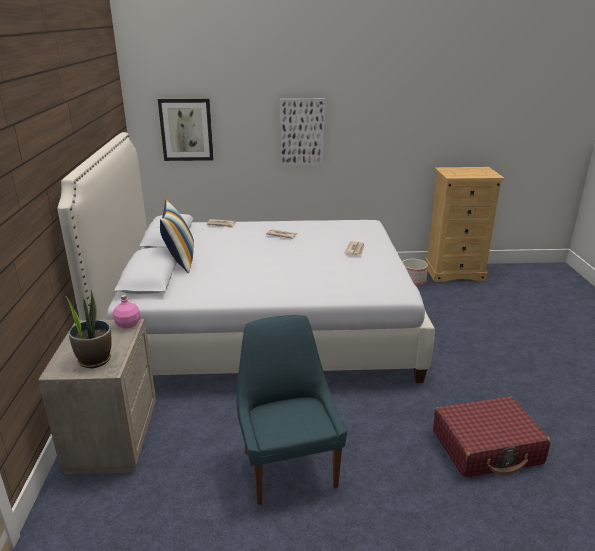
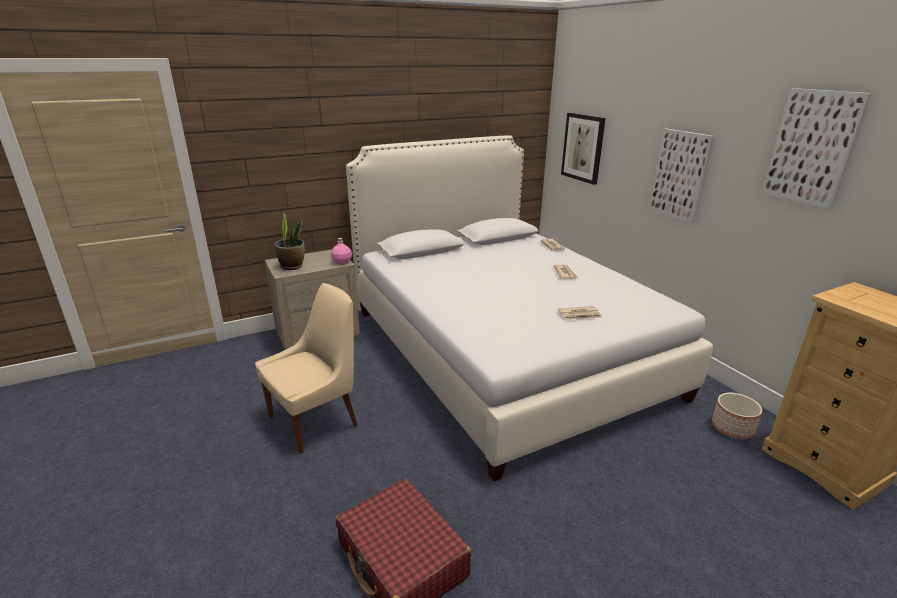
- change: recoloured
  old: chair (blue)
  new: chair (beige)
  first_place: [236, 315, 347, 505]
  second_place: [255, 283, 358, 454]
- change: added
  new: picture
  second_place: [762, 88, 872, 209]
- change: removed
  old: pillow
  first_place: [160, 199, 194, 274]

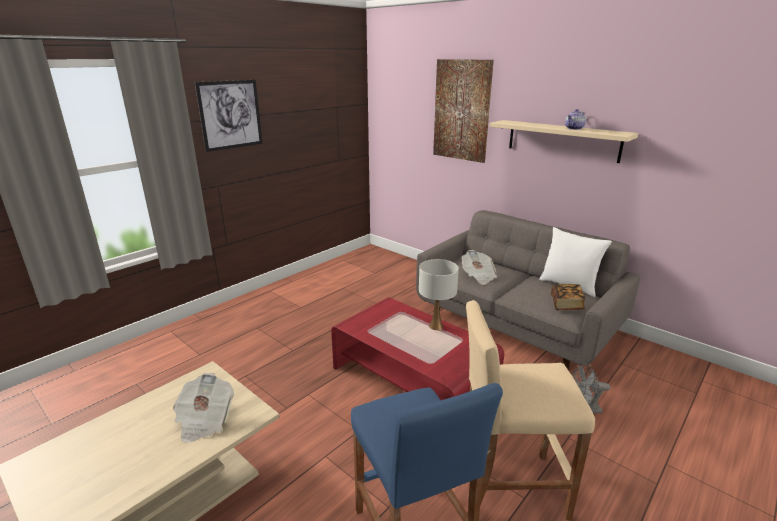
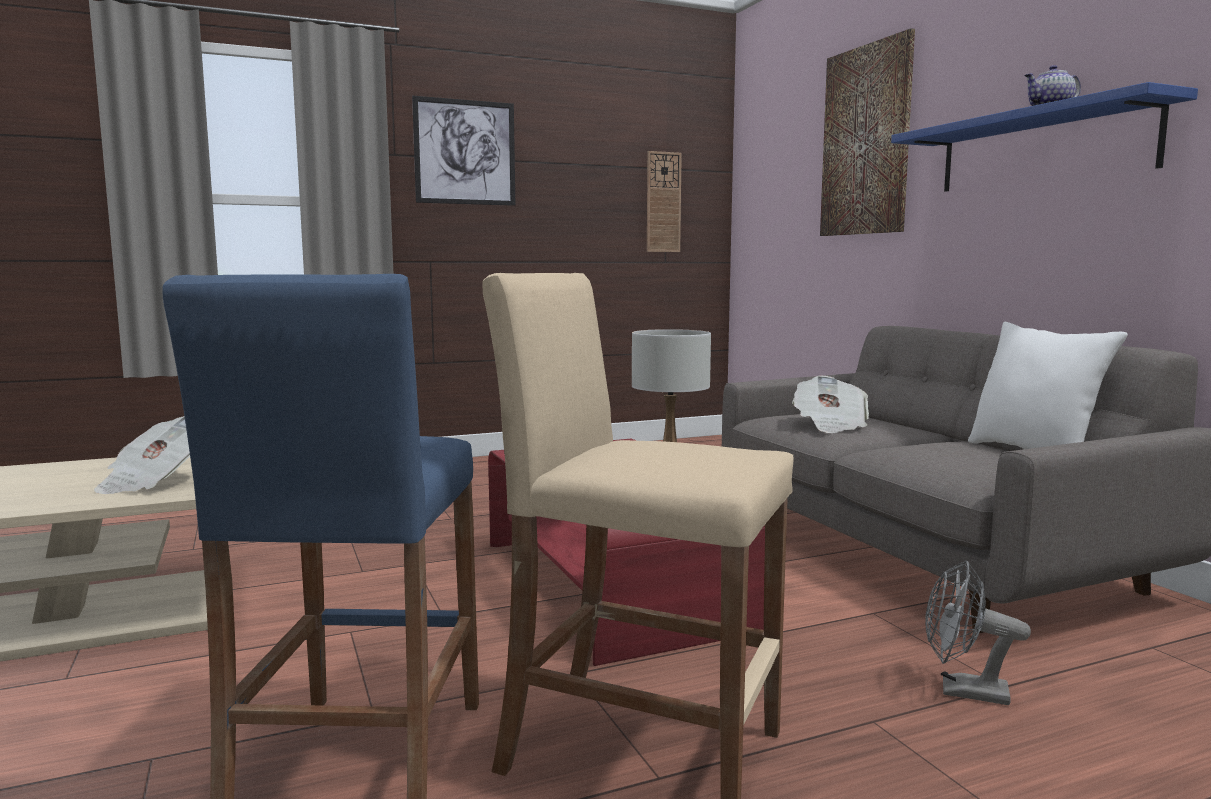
- change: added
  new: wall clock
  second_place: [647, 151, 682, 252]
- change: recoloured
  old: shelf (beige)
  new: shelf (blue)
  first_place: [489, 120, 639, 163]
  second_place: [891, 82, 1198, 192]
- change: removed
  old: book
  first_place: [551, 284, 586, 311]

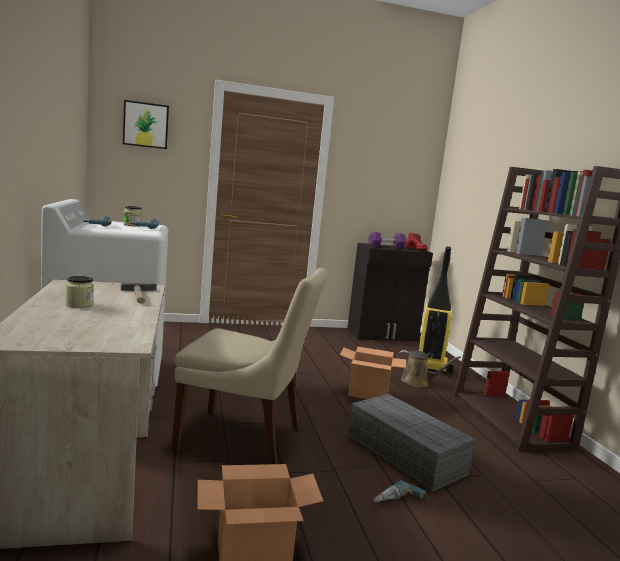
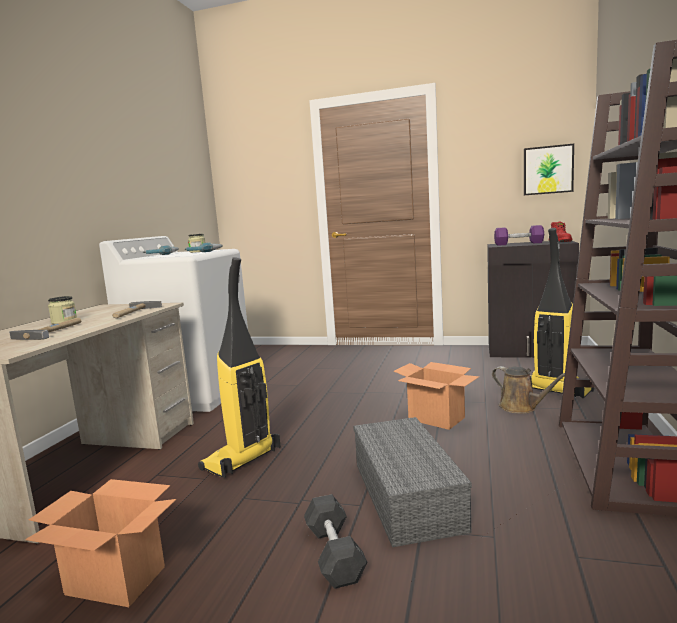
- change: added
  new: hammer
  second_place: [9, 318, 81, 340]
- change: replaced
  old: chair (beige)
  new: vacuum cleaner
  first_place: [171, 268, 328, 464]
  second_place: [198, 257, 281, 478]
- change: replaced
  old: power drill
  new: dumbbell (grey)
  first_place: [374, 480, 429, 503]
  second_place: [304, 494, 368, 589]
- change: moved
  old: picture
  first_place: [123, 100, 169, 149]
  second_place: [524, 144, 574, 195]

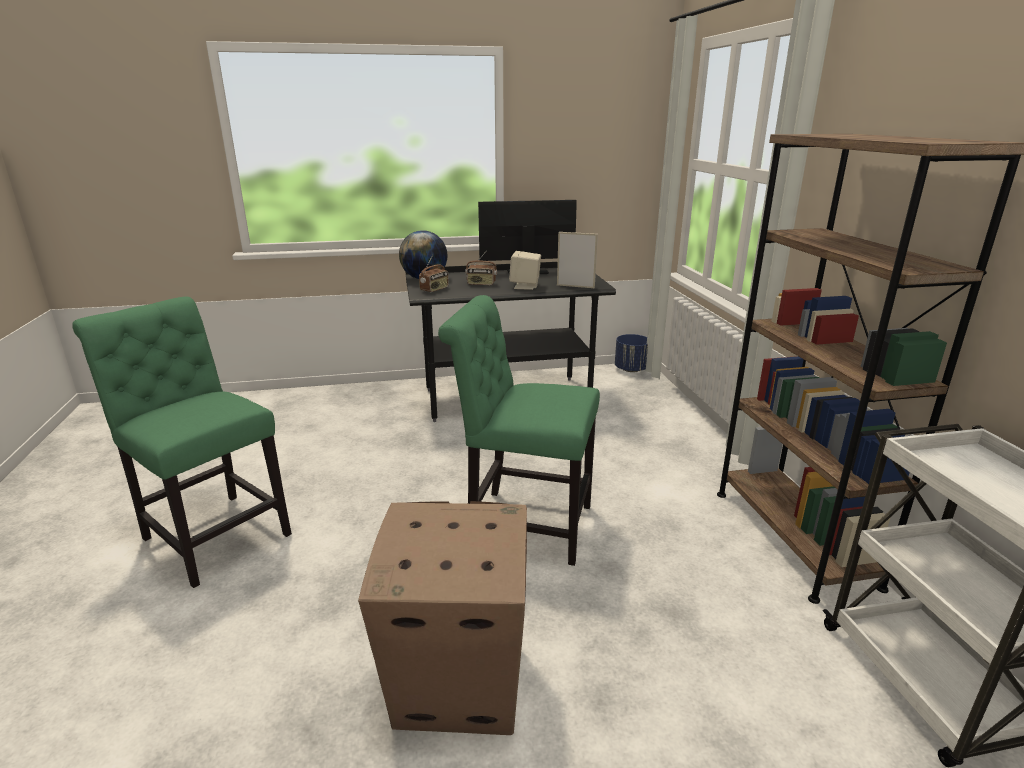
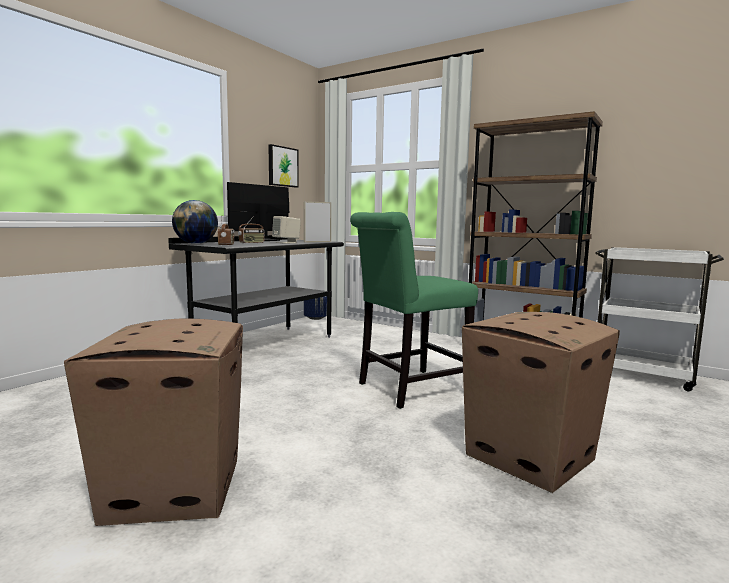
- change: replaced
  old: chair (green)
  new: cardboard box
  first_place: [72, 296, 292, 588]
  second_place: [64, 318, 243, 526]
- change: added
  new: picture
  second_place: [268, 144, 299, 187]

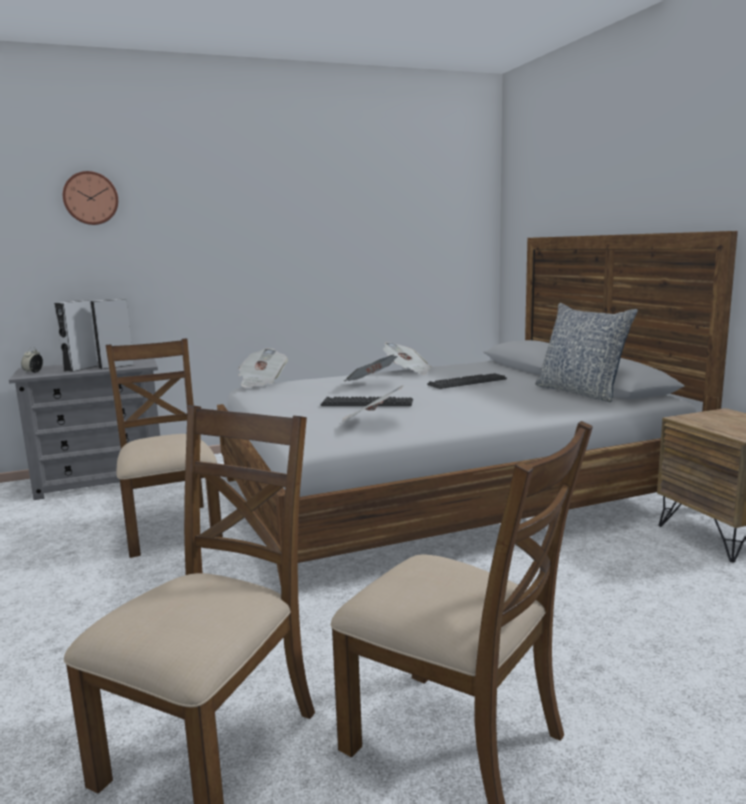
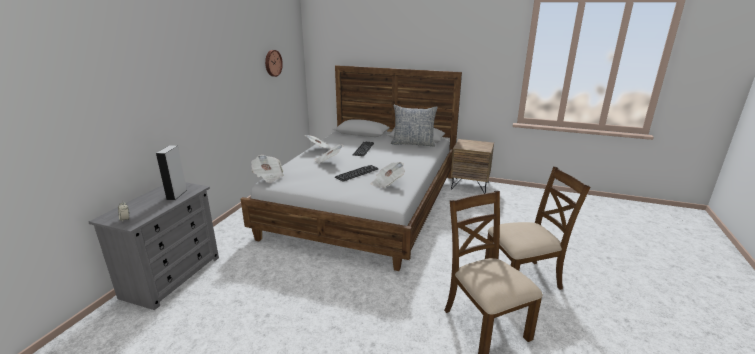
- change: moved
  old: wall clock
  first_place: [63, 171, 118, 225]
  second_place: [265, 50, 283, 77]
- change: removed
  old: speaker (grey)
  first_place: [54, 300, 98, 372]
- change: removed
  old: chair (brown)
  first_place: [106, 338, 223, 558]

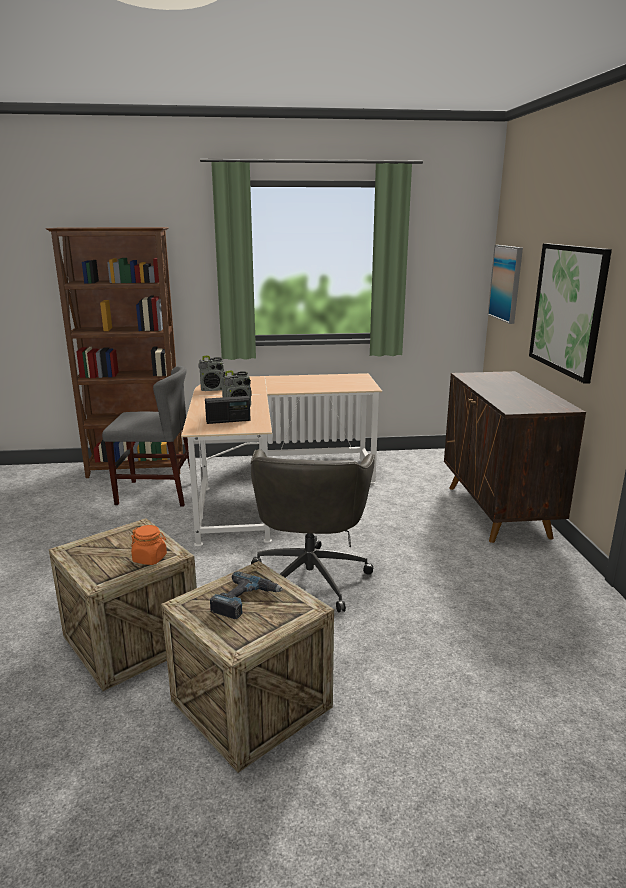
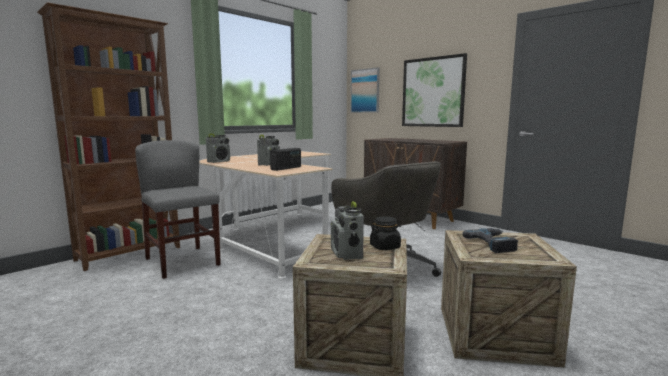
- change: turned
  old: chair (grey)
  first_place: [102, 366, 190, 507]
  second_place: [135, 140, 221, 279]
  degrees: -90
- change: added
  new: radio
  second_place: [331, 201, 364, 260]
- change: recoloured
  old: jar (orange)
  new: jar (black)
  first_place: [131, 525, 167, 565]
  second_place: [370, 216, 401, 250]

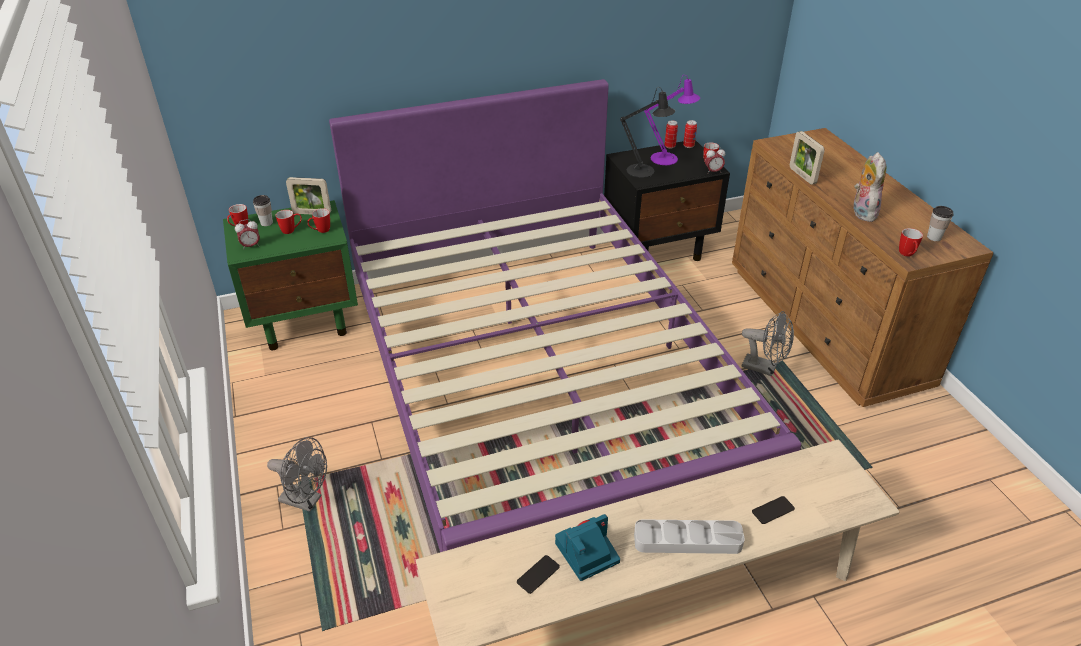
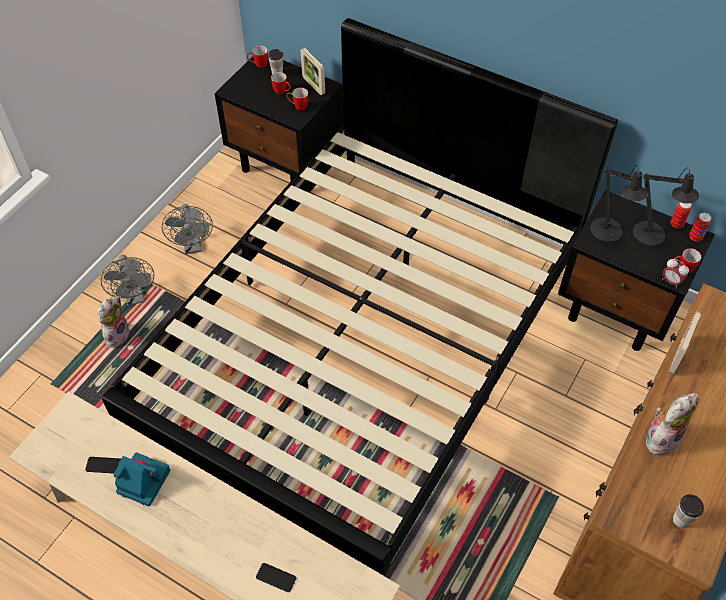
- change: added
  new: plush toy
  second_place: [98, 296, 130, 349]
- change: recoloured
  old: bed (purple)
  new: bed (black)
  first_place: [329, 79, 801, 552]
  second_place: [102, 18, 618, 576]
- change: moved
  old: fan (grey)
  first_place: [742, 311, 794, 376]
  second_place: [161, 204, 213, 254]
- change: recoloured
  old: nightstand (green)
  new: nightstand (black)
  first_place: [223, 200, 358, 350]
  second_place: [215, 56, 343, 181]
- change: recoloured
  old: table lamp (purple)
  new: table lamp (black)
  first_place: [644, 76, 700, 165]
  second_place: [633, 168, 700, 246]
- change: removed
  old: alarm clock
  first_place: [235, 219, 260, 250]
- change: removed
  old: tray (grey)
  first_place: [634, 519, 745, 554]
- change: removed
  old: mug
  first_place: [899, 228, 923, 257]

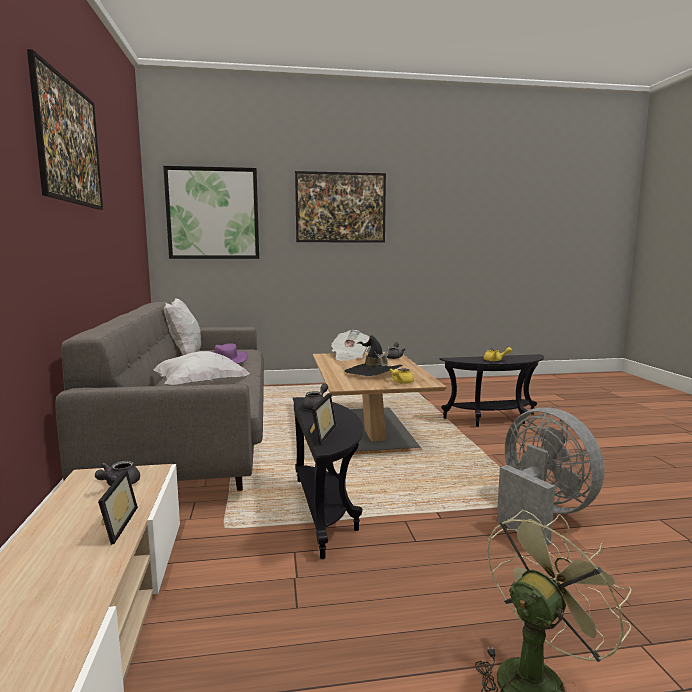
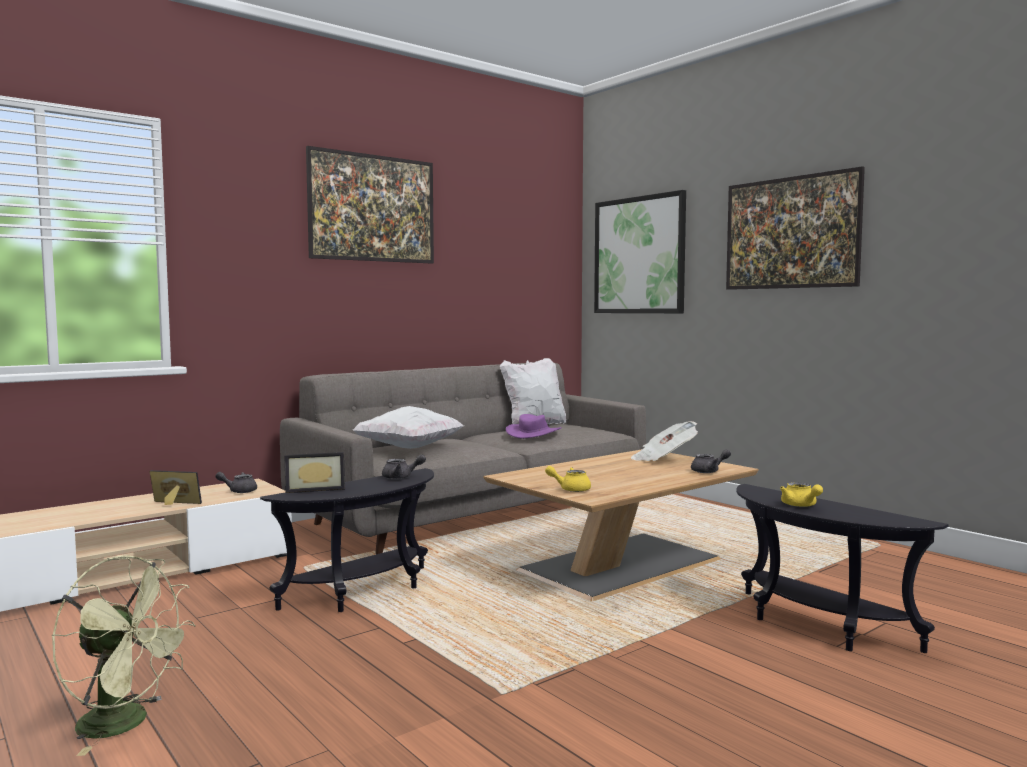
- change: turned
  old: picture frame
  first_place: [98, 470, 138, 545]
  second_place: [150, 470, 202, 505]
  degrees: -135
- change: removed
  old: hat (black)
  first_place: [344, 335, 403, 376]
- change: removed
  old: fan (grey)
  first_place: [497, 407, 604, 546]

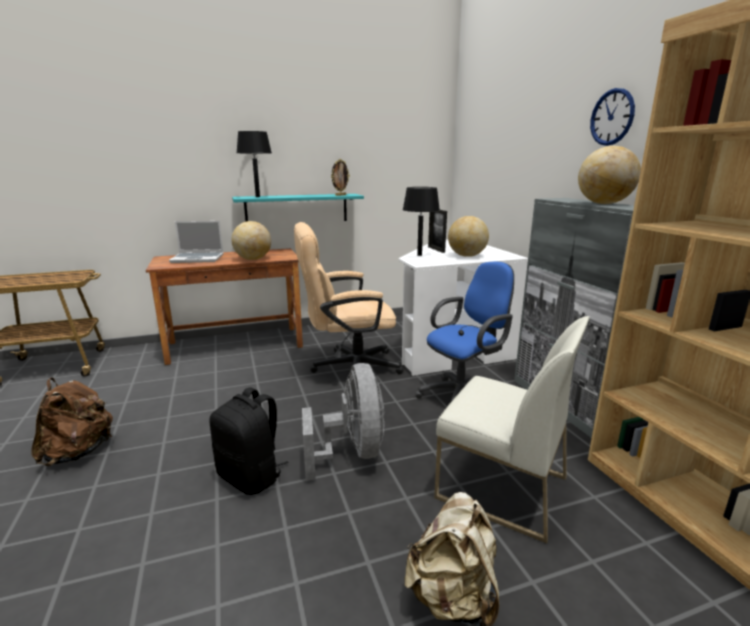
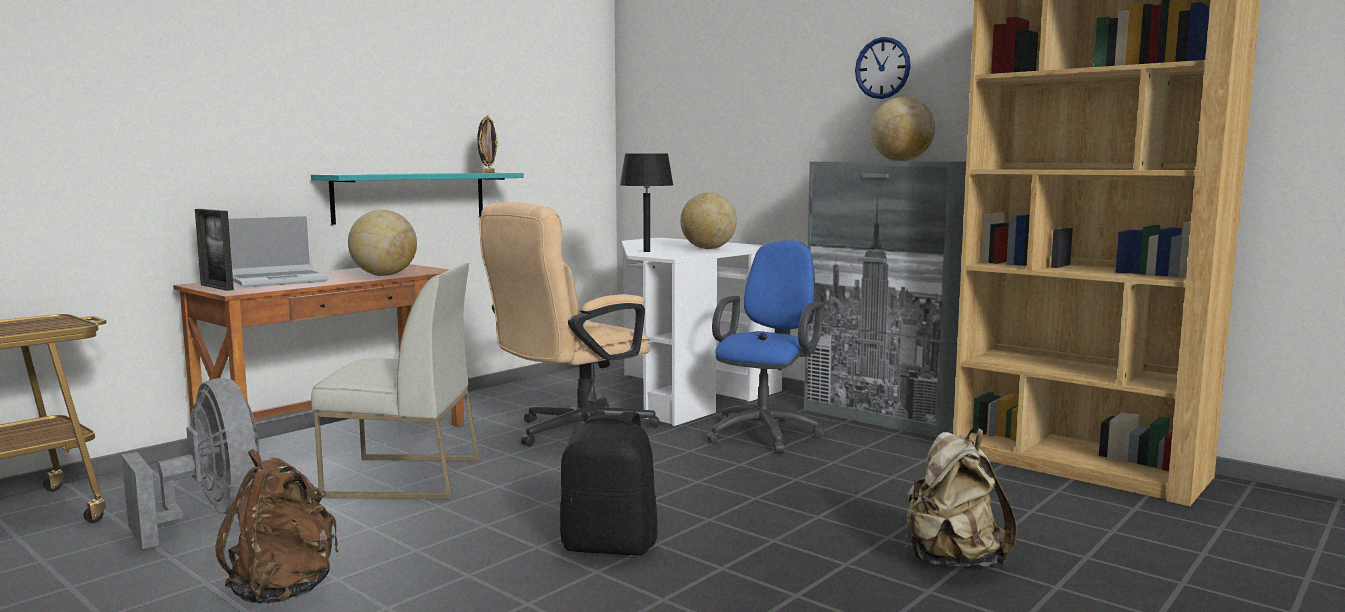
- change: moved
  old: fan (grey)
  first_place: [302, 363, 384, 481]
  second_place: [121, 378, 261, 549]
- change: moved
  old: picture frame
  first_place: [428, 210, 447, 253]
  second_place: [195, 209, 234, 291]
- change: moved
  old: chair (white)
  first_place: [434, 316, 590, 543]
  second_place: [311, 263, 480, 499]
- change: removed
  old: table lamp (black)
  first_place: [237, 131, 272, 197]

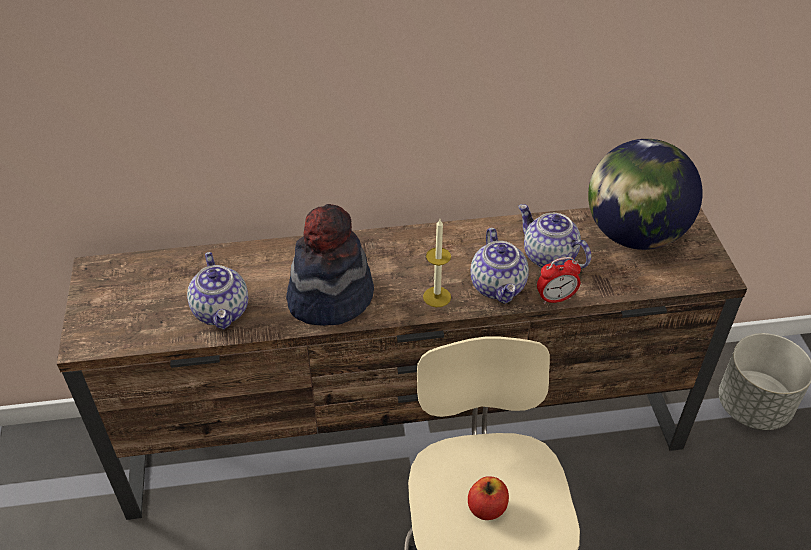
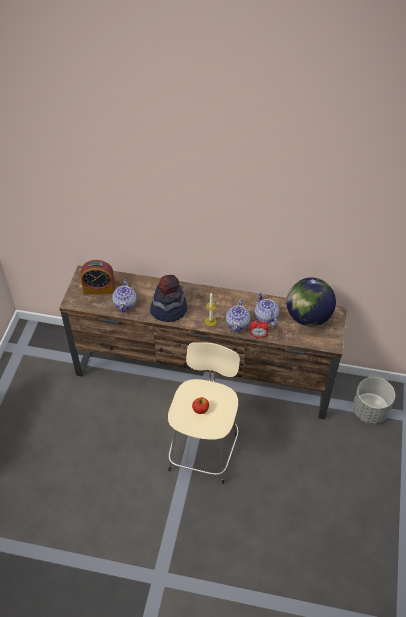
- change: added
  new: alarm clock
  second_place: [81, 260, 115, 294]

